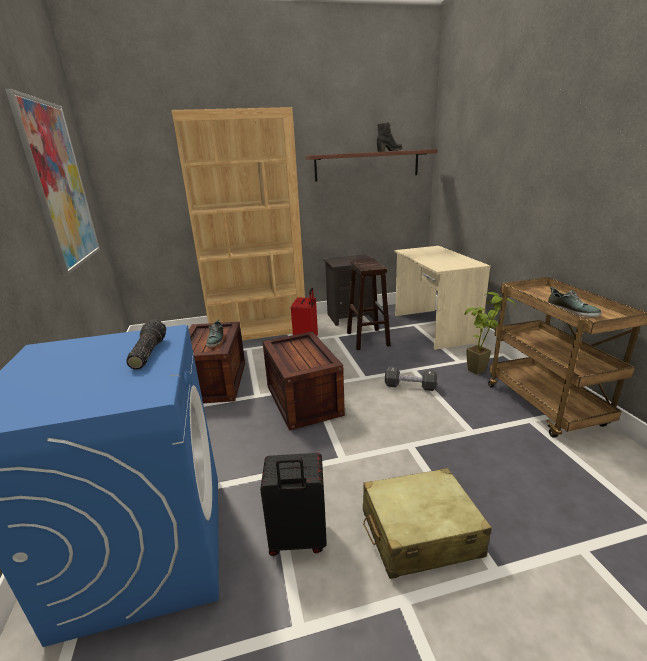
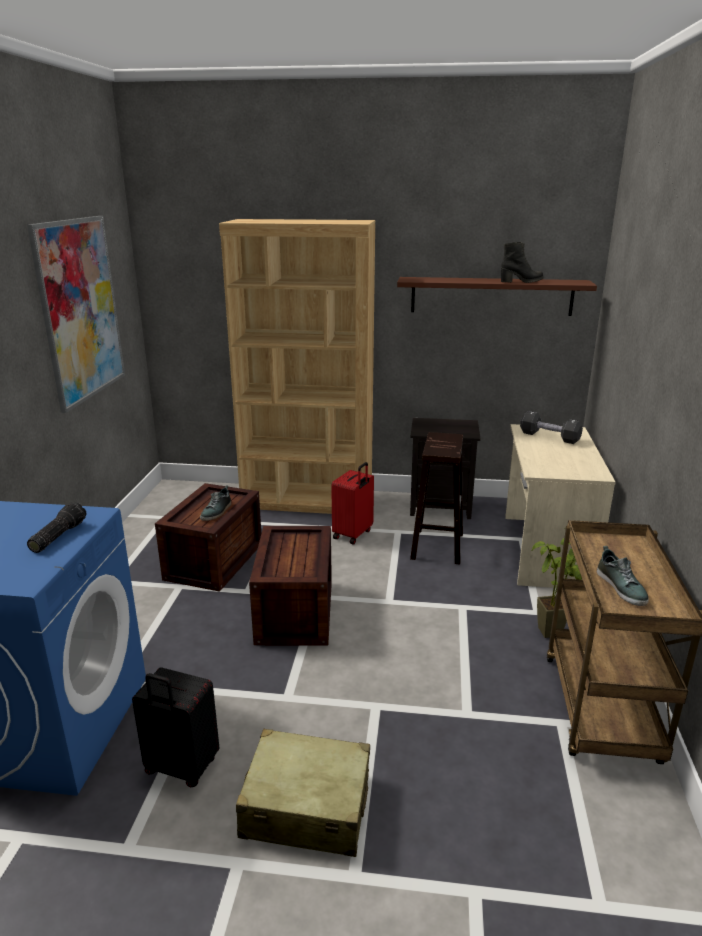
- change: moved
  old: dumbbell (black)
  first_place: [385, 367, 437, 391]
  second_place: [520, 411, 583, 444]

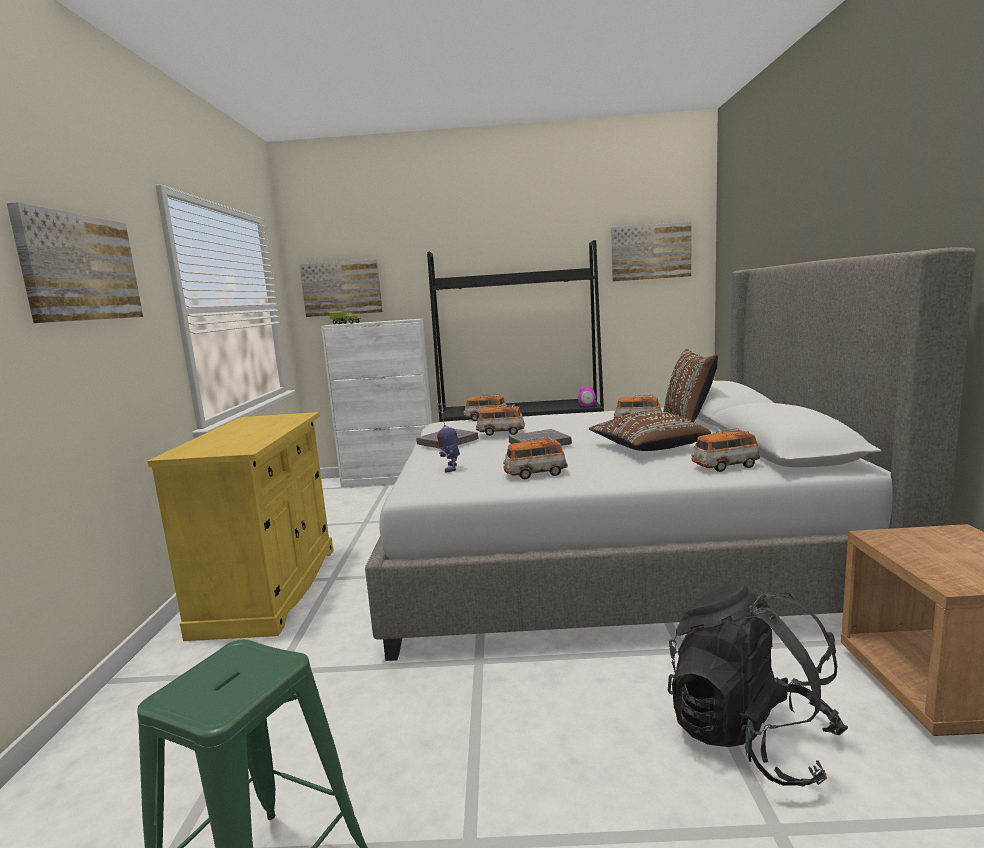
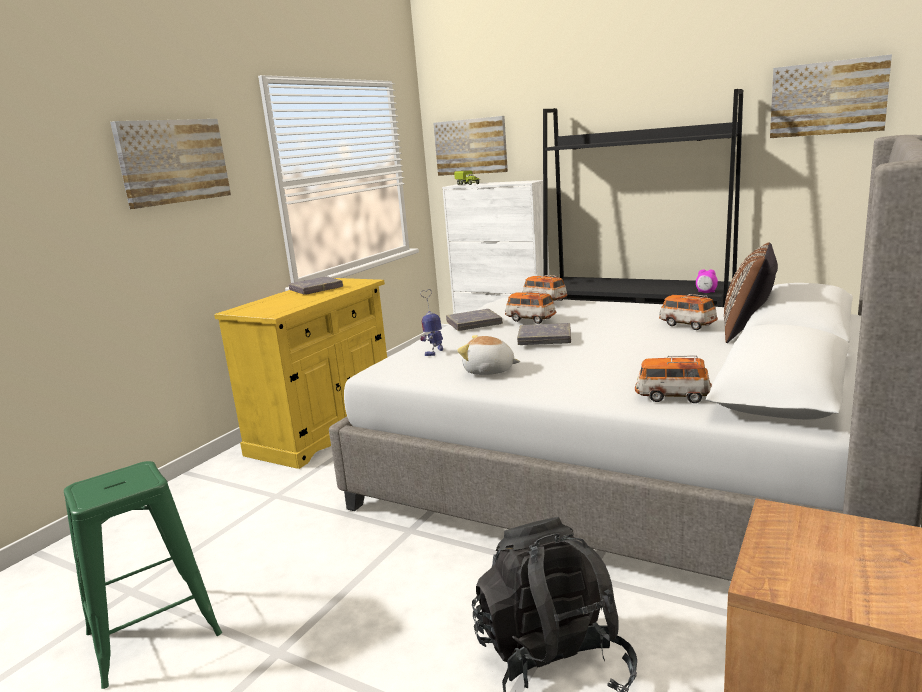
- change: added
  new: book (grey)
  second_place: [289, 276, 343, 295]
- change: replaced
  old: toy car
  new: plush toy
  first_place: [503, 437, 568, 479]
  second_place: [457, 335, 520, 375]
- change: removed
  old: pillow (brown)
  first_place: [589, 410, 711, 451]

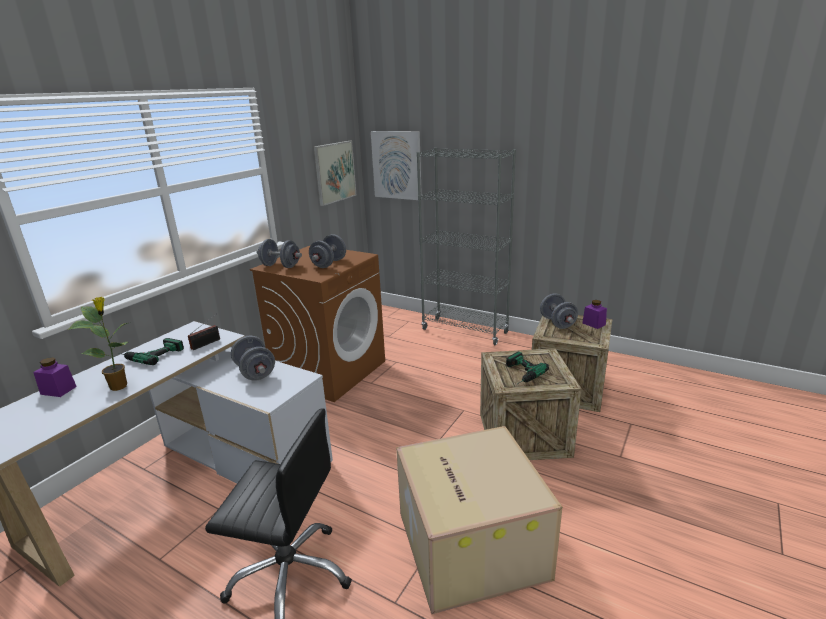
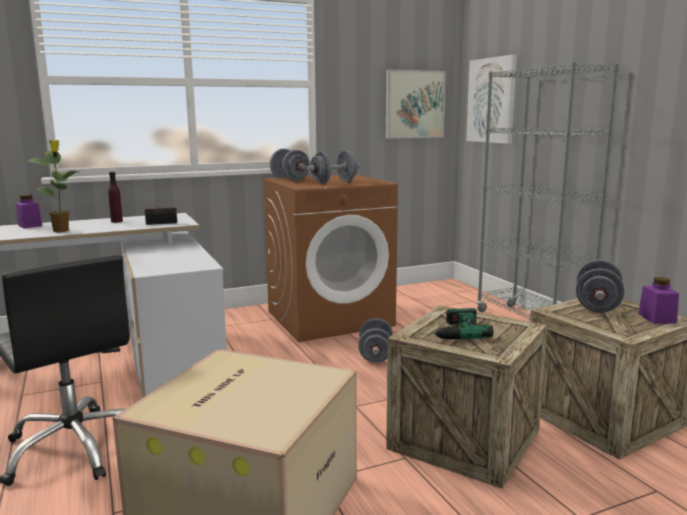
- change: replaced
  old: power drill
  new: bottle (purple)
  first_place: [118, 338, 184, 365]
  second_place: [108, 172, 123, 223]
- change: moved
  old: dumbbell (grey)
  first_place: [231, 336, 275, 381]
  second_place: [358, 318, 393, 363]

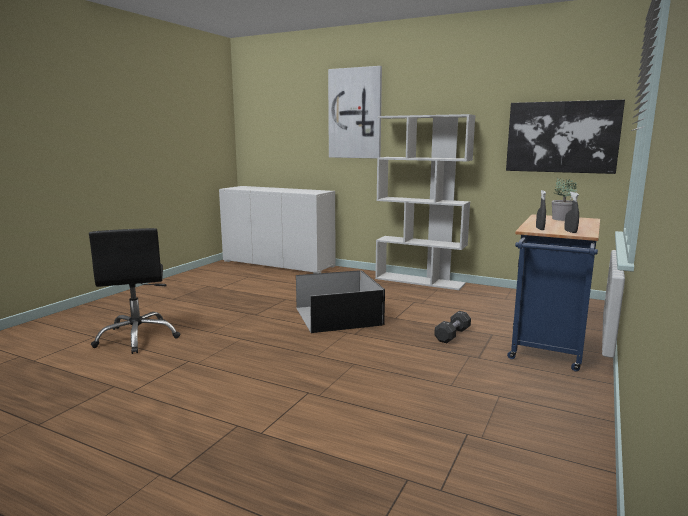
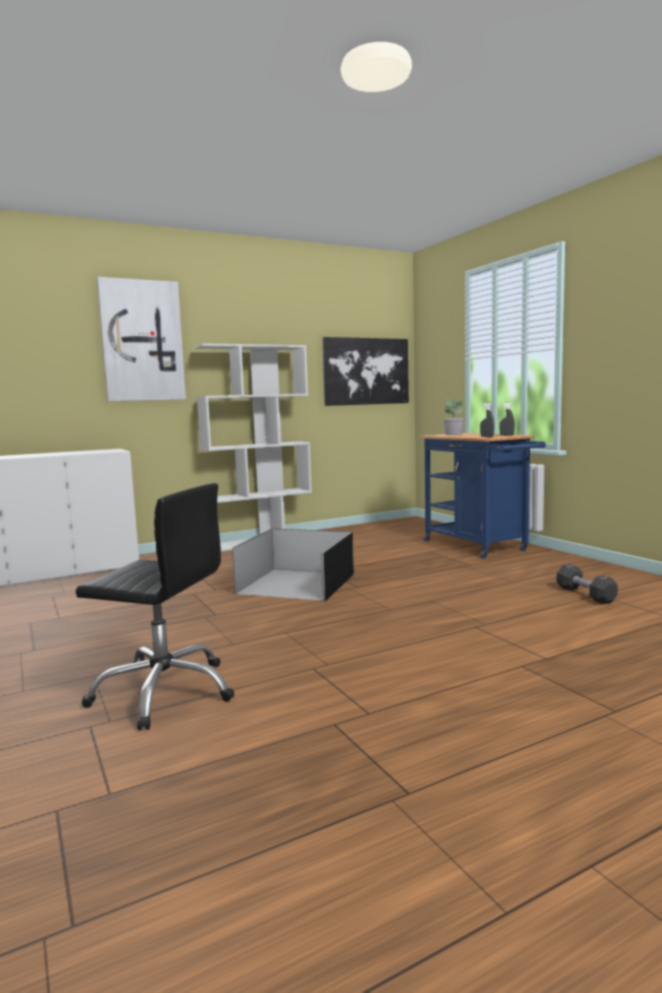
- change: moved
  old: dumbbell (black)
  first_place: [434, 311, 471, 343]
  second_place: [556, 564, 618, 604]

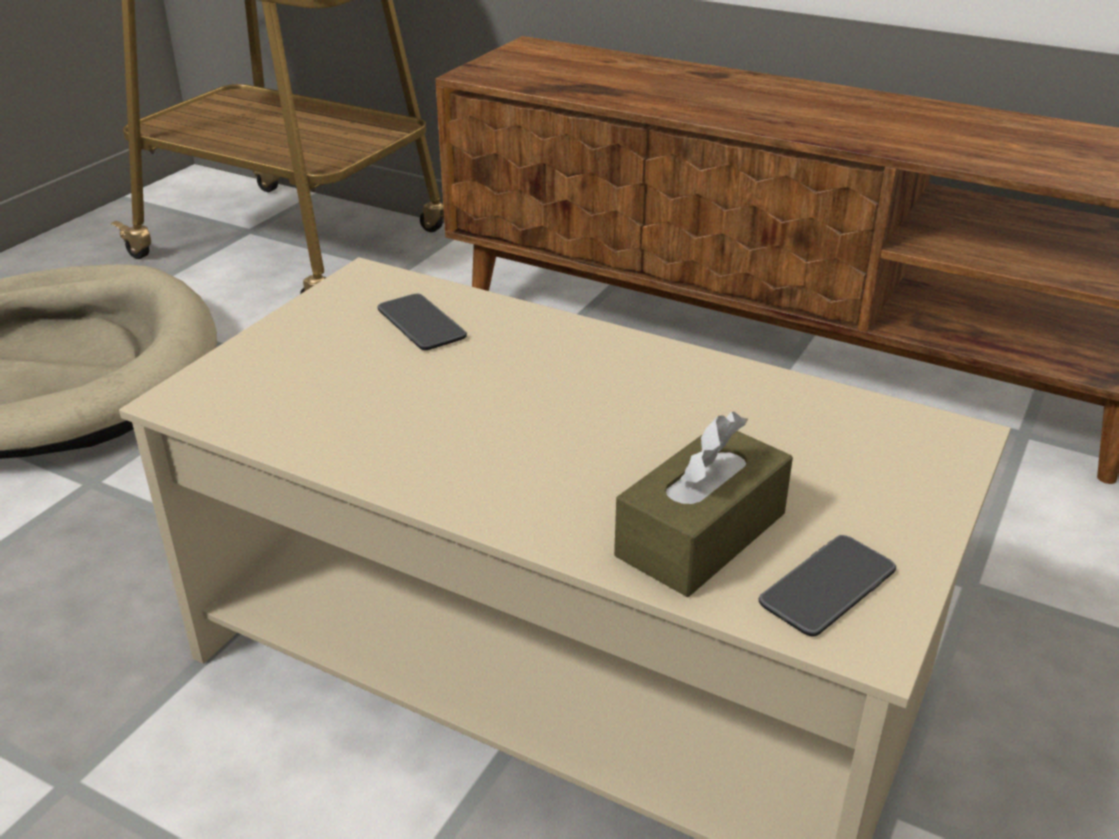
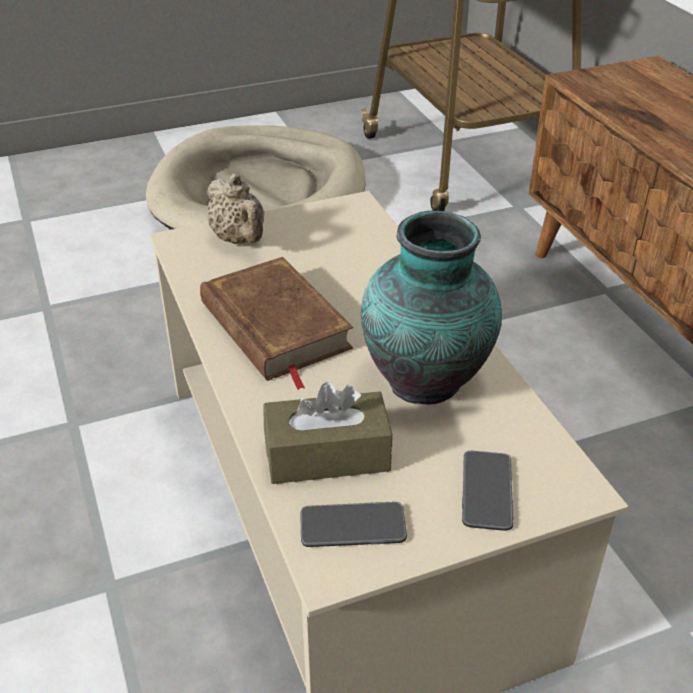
- change: added
  new: book (brown)
  second_place: [200, 257, 353, 390]
- change: added
  new: teapot (beige)
  second_place: [207, 173, 264, 244]
- change: added
  new: vase
  second_place: [361, 210, 502, 404]
- change: moved
  old: phone
  first_place: [378, 293, 467, 350]
  second_place: [462, 451, 513, 531]

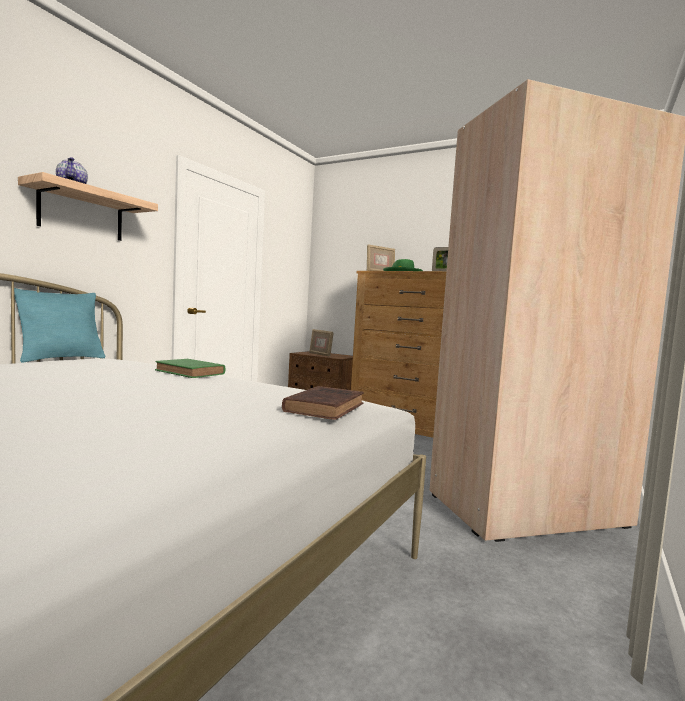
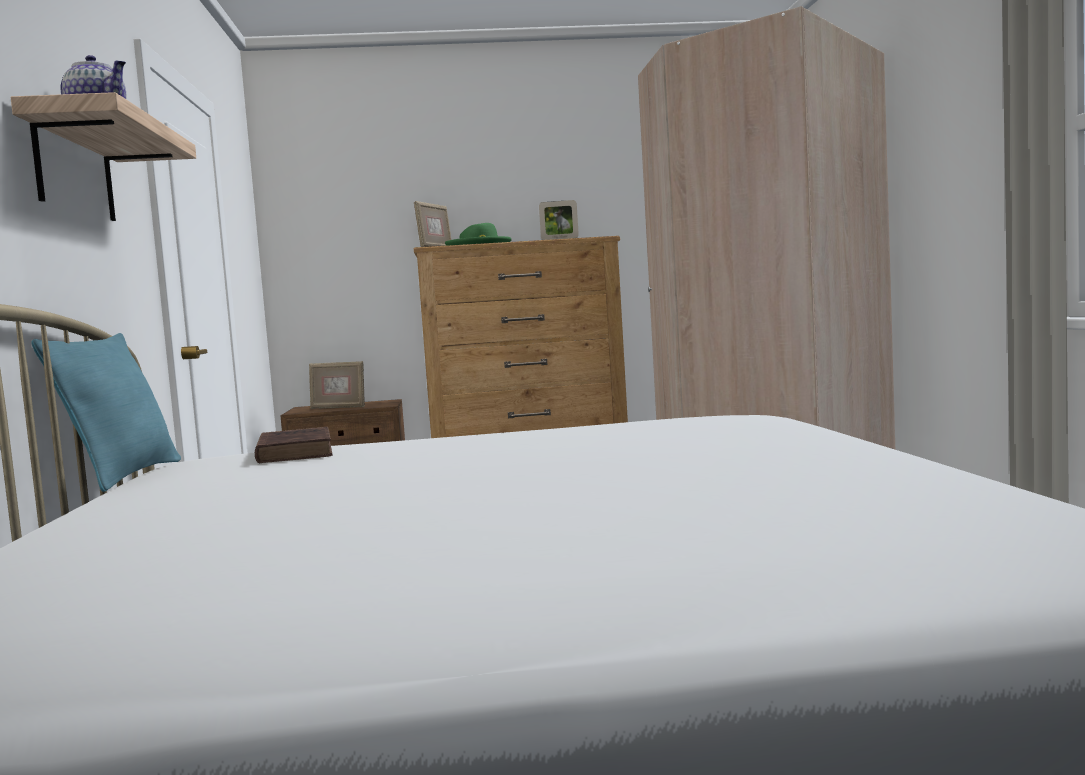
- change: moved
  old: book (brown)
  first_place: [282, 386, 364, 420]
  second_place: [255, 427, 333, 463]
- change: removed
  old: book (green)
  first_place: [155, 359, 225, 378]

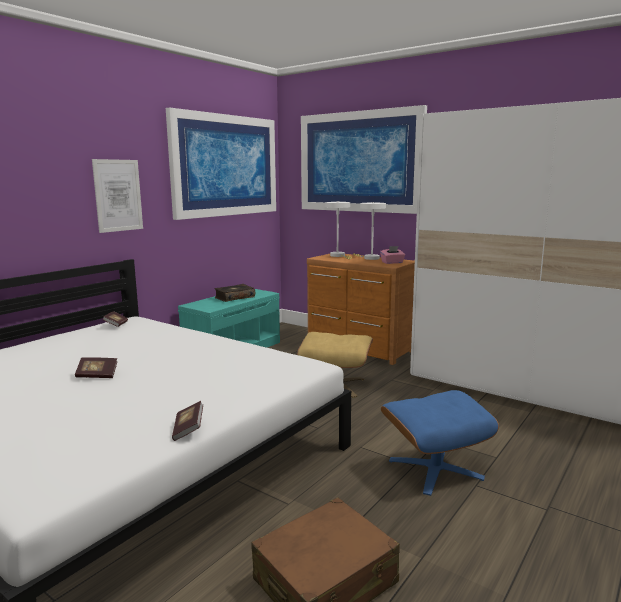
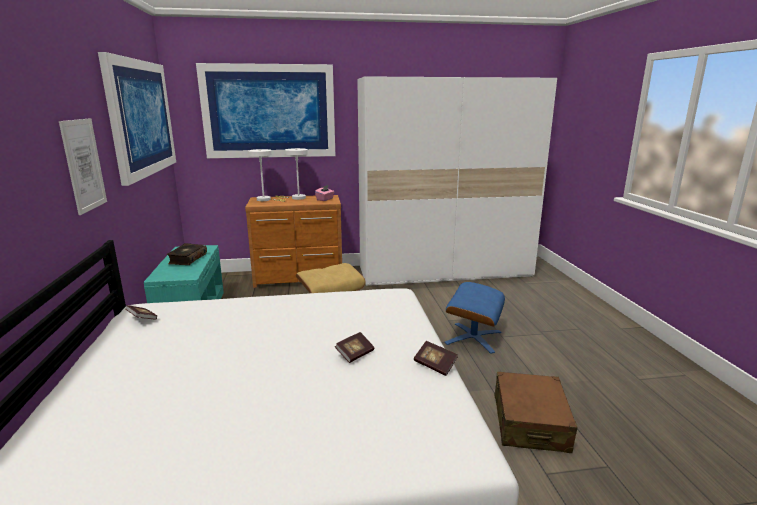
- change: moved
  old: book
  first_place: [75, 357, 118, 378]
  second_place: [335, 332, 374, 363]

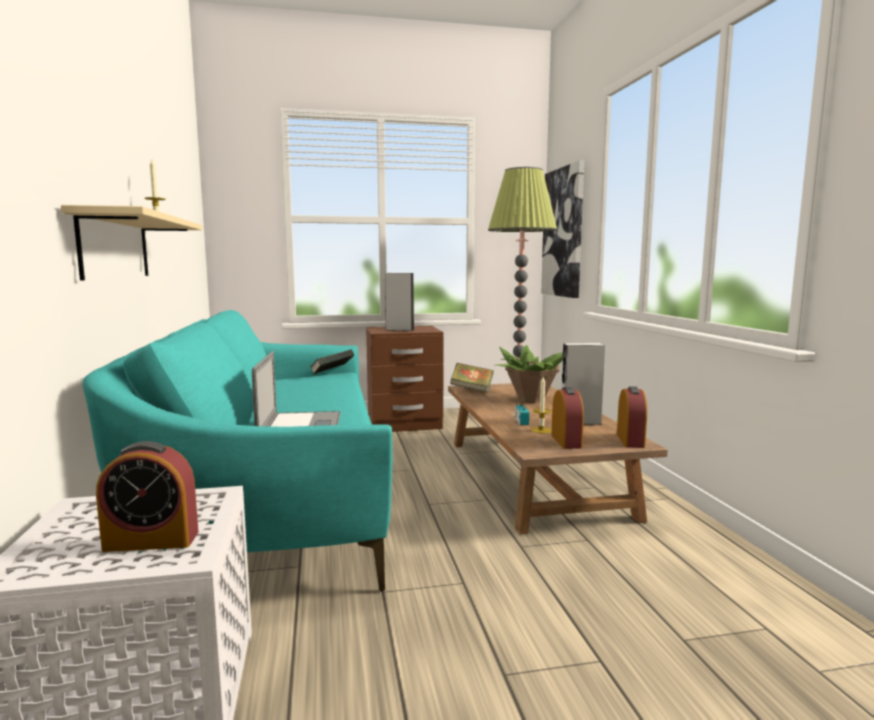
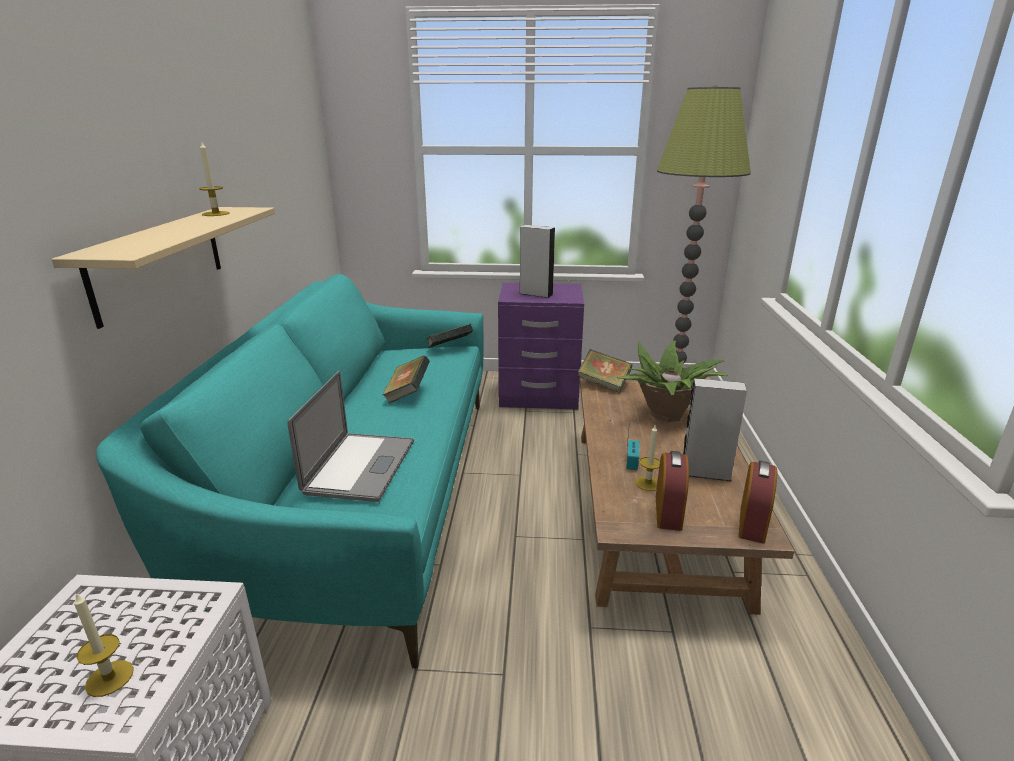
- change: replaced
  old: alarm clock
  new: candle
  first_place: [96, 441, 198, 552]
  second_place: [74, 592, 134, 697]
- change: added
  new: book
  second_place: [382, 356, 430, 403]
- change: recoloured
  old: nightstand (brown)
  new: nightstand (purple)
  first_place: [366, 326, 444, 432]
  second_place: [498, 283, 584, 409]
- change: removed
  old: picture
  first_place: [541, 160, 584, 298]

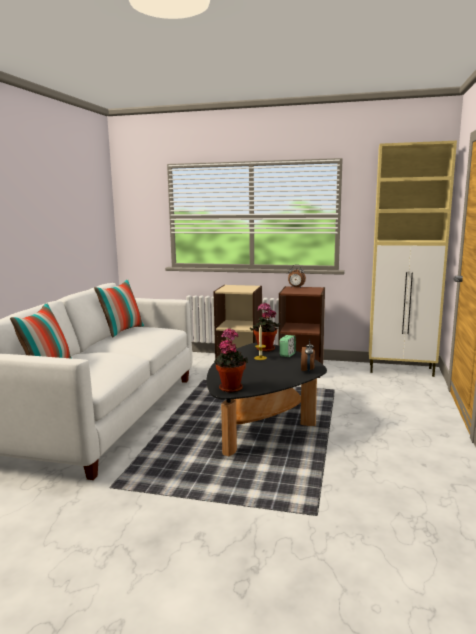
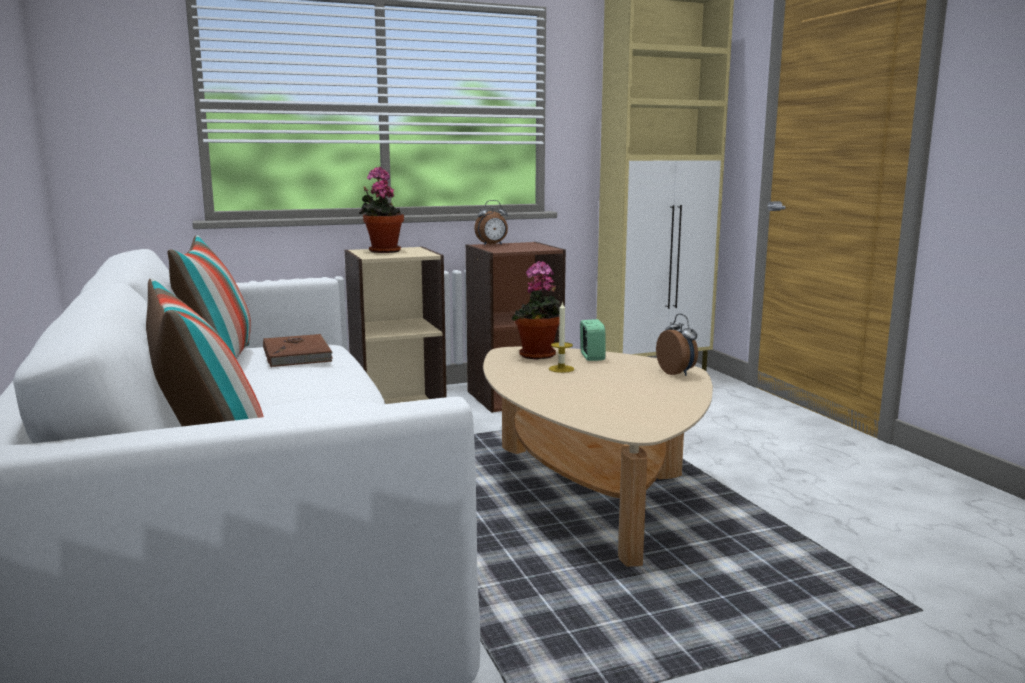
- change: added
  new: book (brown)
  second_place: [263, 334, 333, 367]
- change: moved
  old: potted plant
  first_place: [214, 329, 248, 393]
  second_place: [359, 167, 404, 253]
- change: recoloured
  old: coffee table (black)
  new: coffee table (beige)
  first_place: [207, 343, 327, 456]
  second_place: [483, 346, 713, 567]

